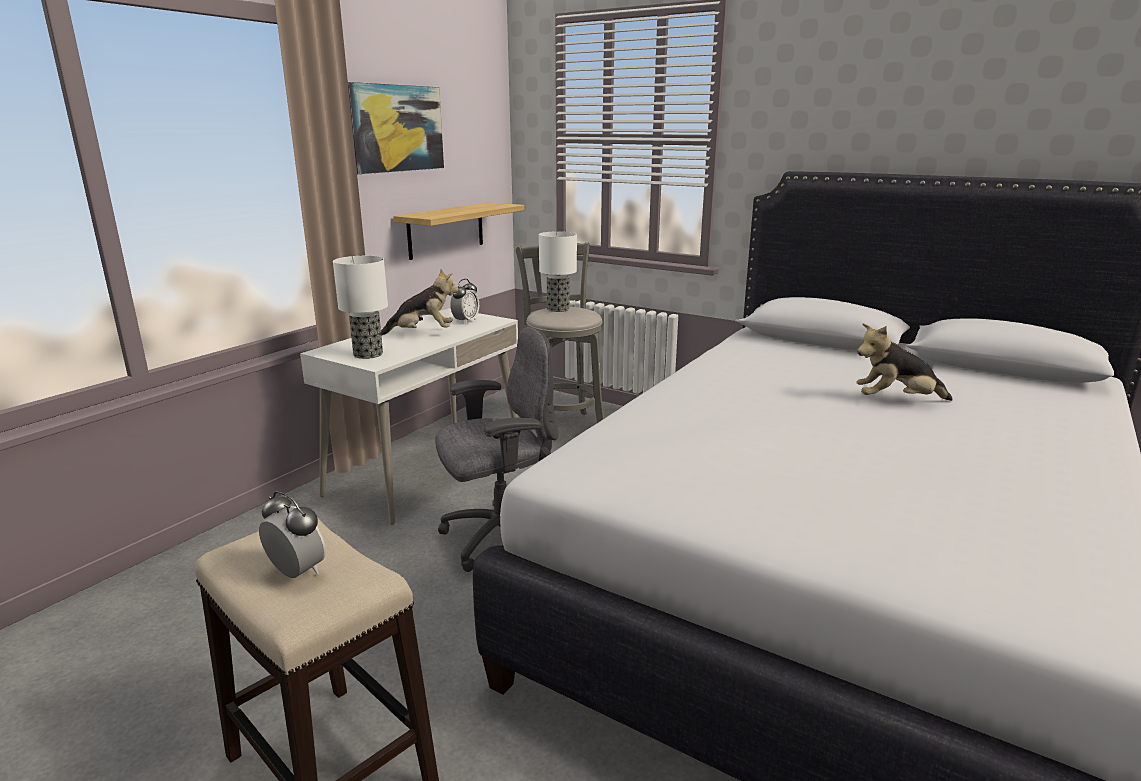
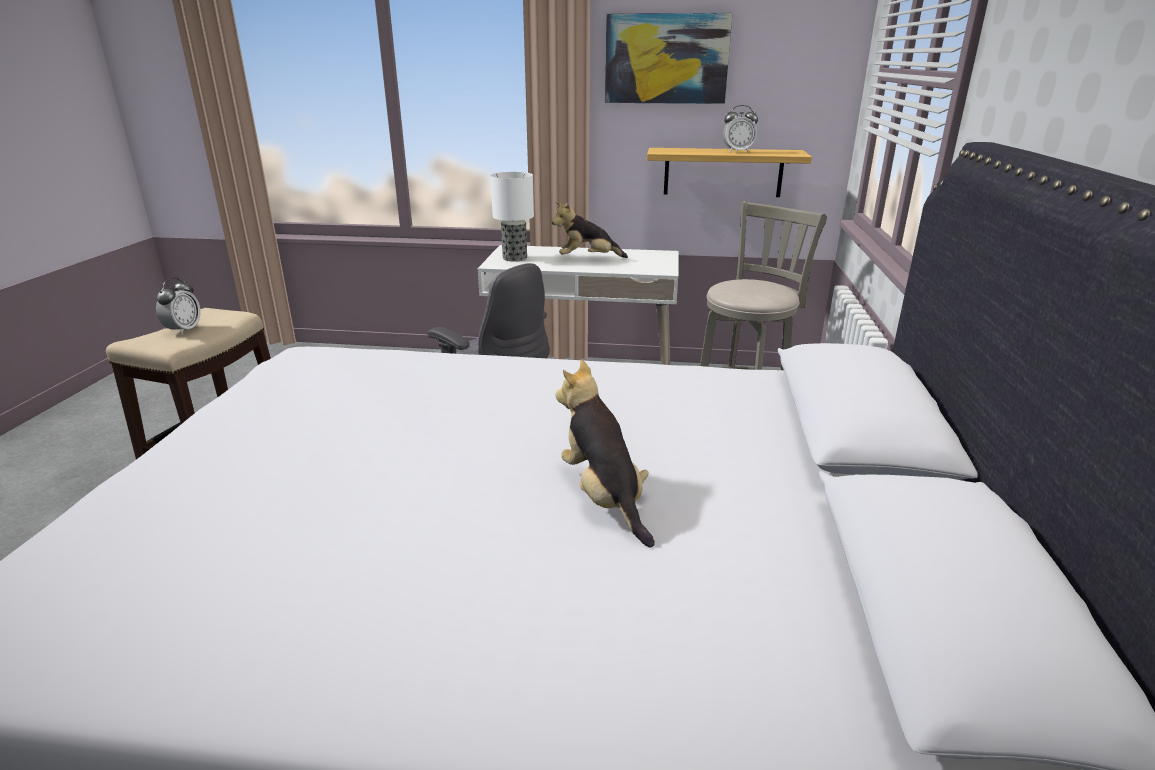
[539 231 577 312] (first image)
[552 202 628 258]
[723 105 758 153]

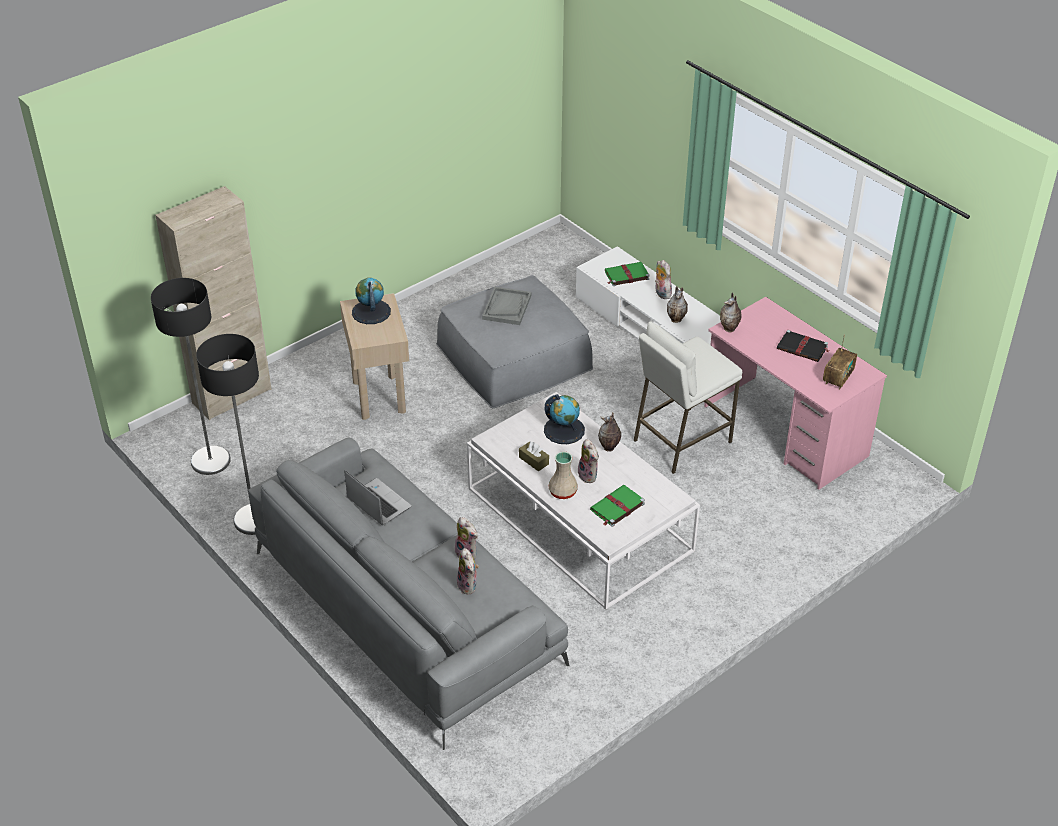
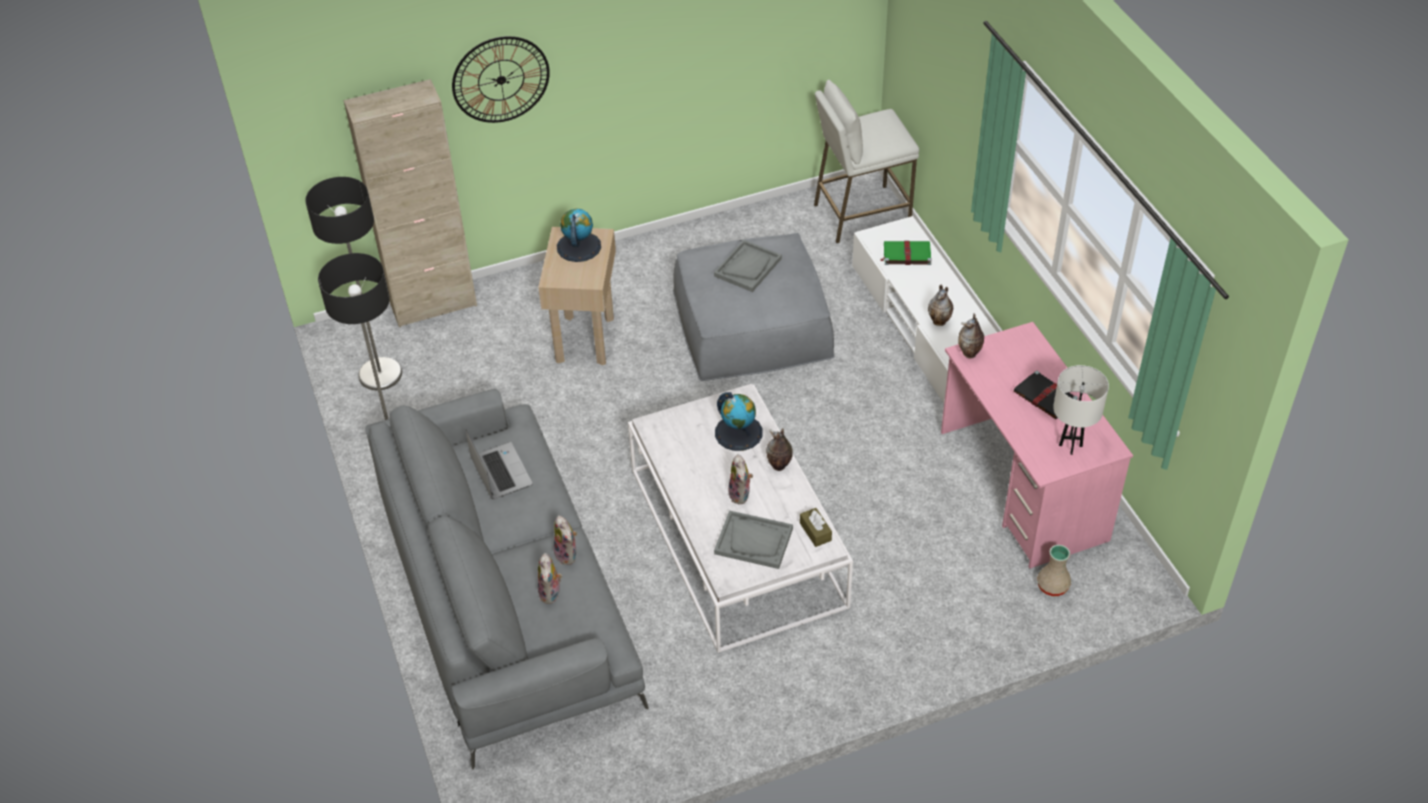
[655 260 672 299] (first image)
[814 80 919 243]
[1053 365 1109 455]
[800 508 832 547]
[1037 545 1071 596]
[714 510 793 569]
[452 36 550 123]

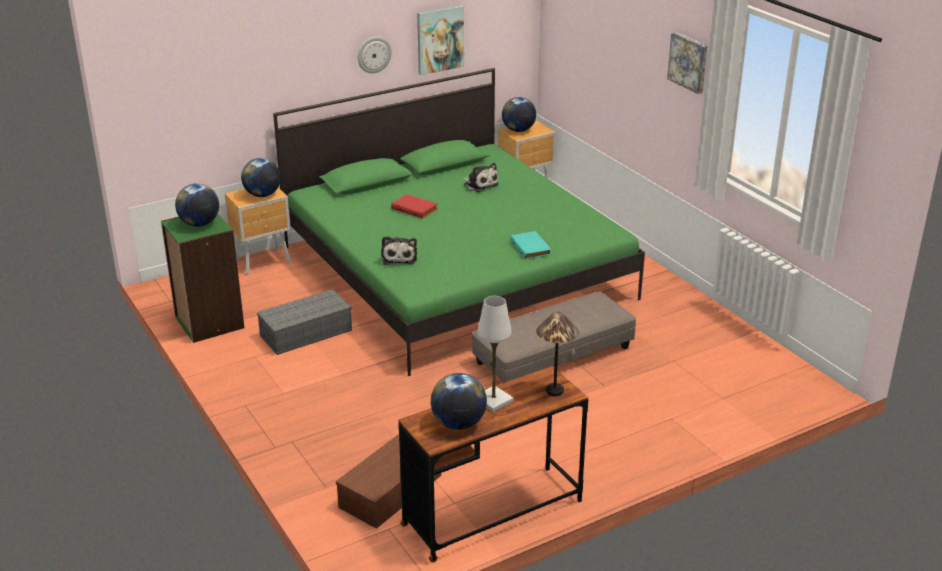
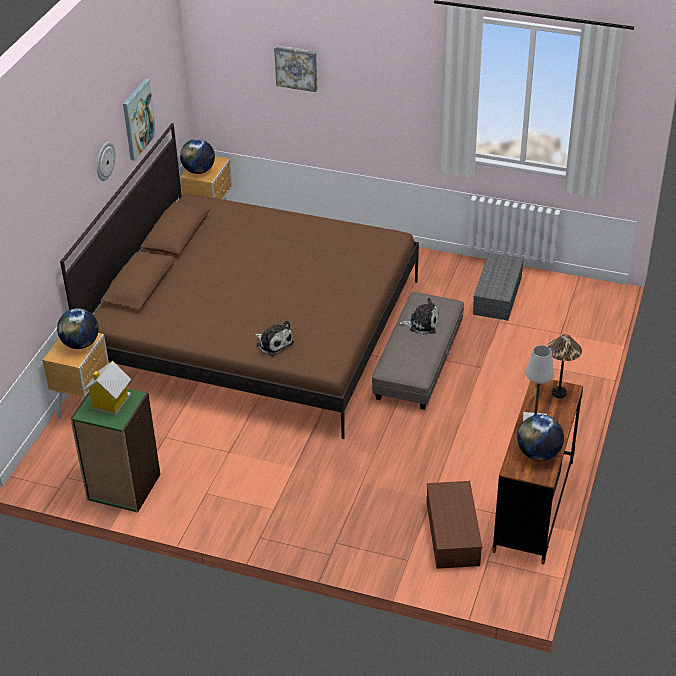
[274 46 317 92]
[60 123 419 439]
[398 298 439 334]
[83 361 131 415]
[391 194 438 219] (first image)
[510 231 551 259] (first image)
[473 253 524 321]

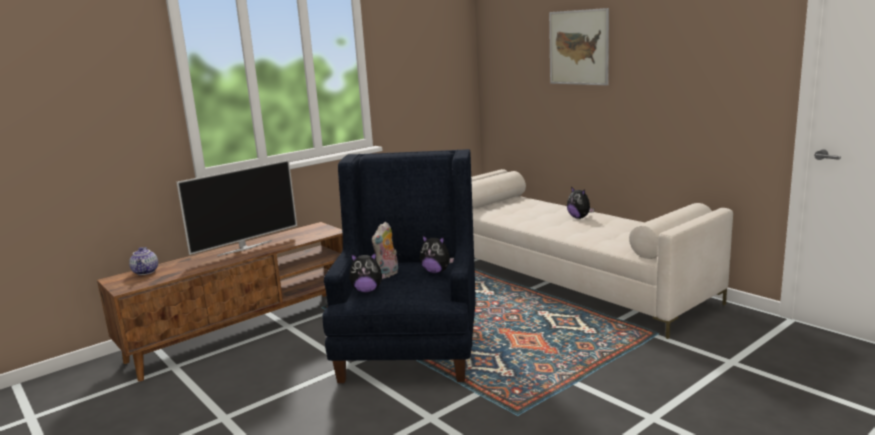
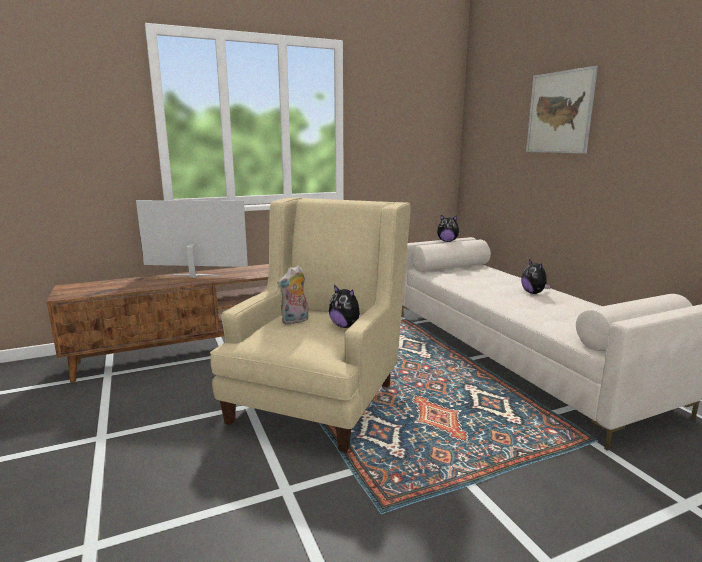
[210 197 411 452]
[136 200 248 278]
[129 247 158 275] (first image)
[437 215 461 242]

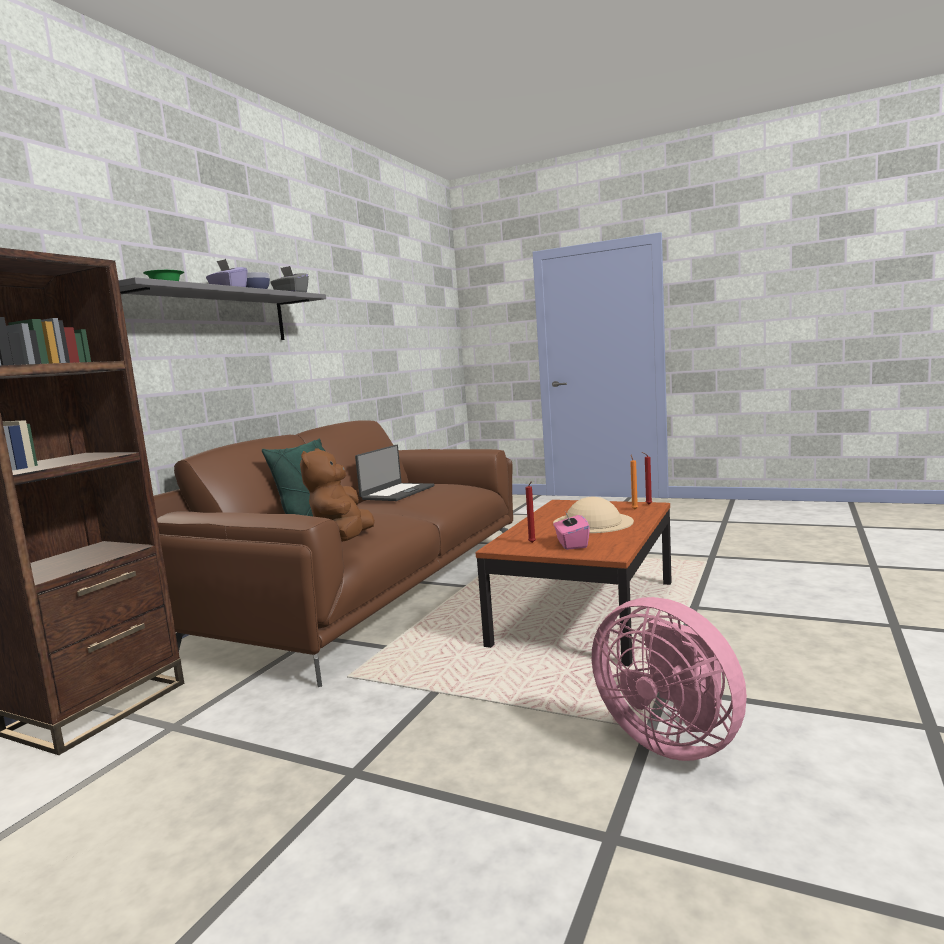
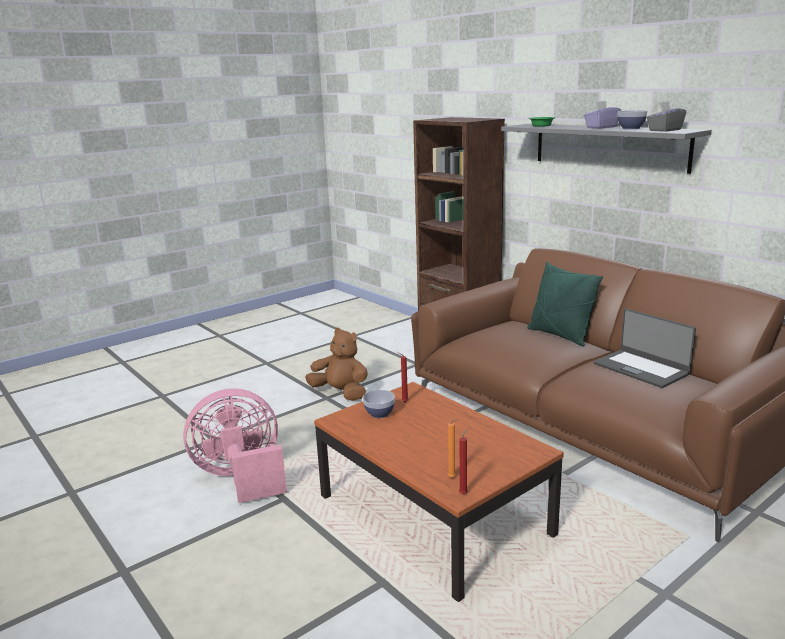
[305 328 368 401]
[553 497 634 533] (first image)
[363 390 395 418]

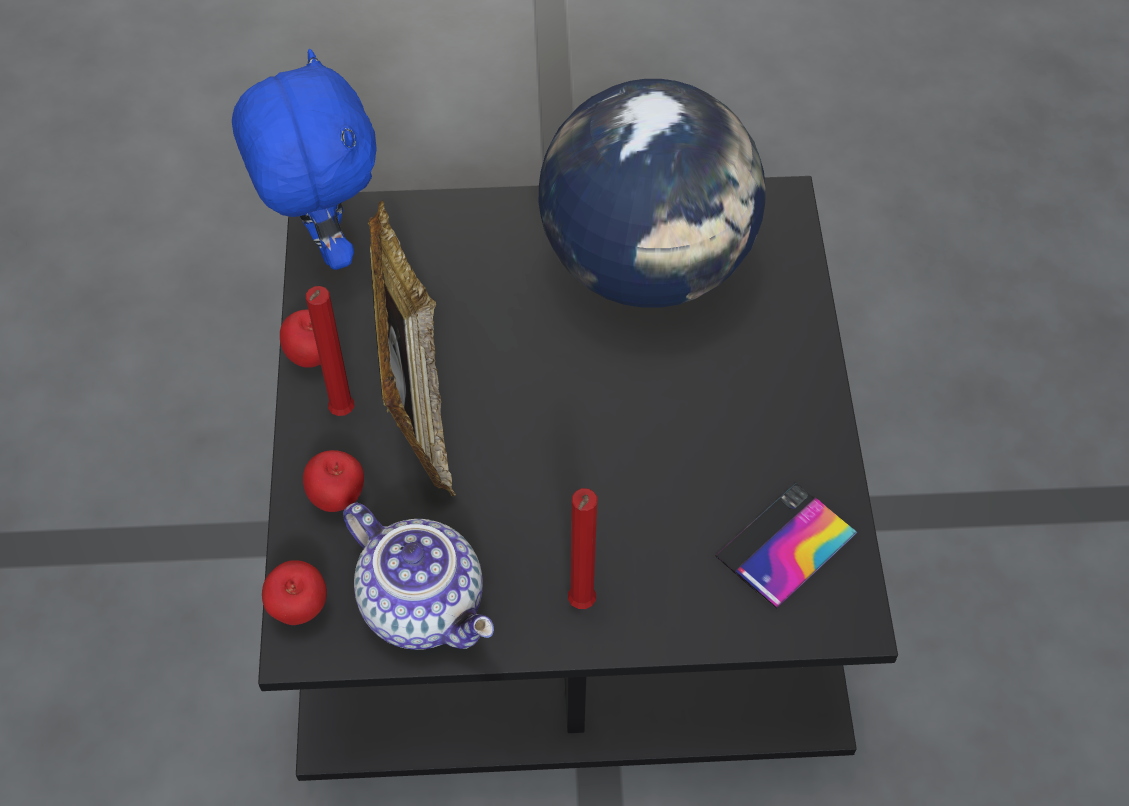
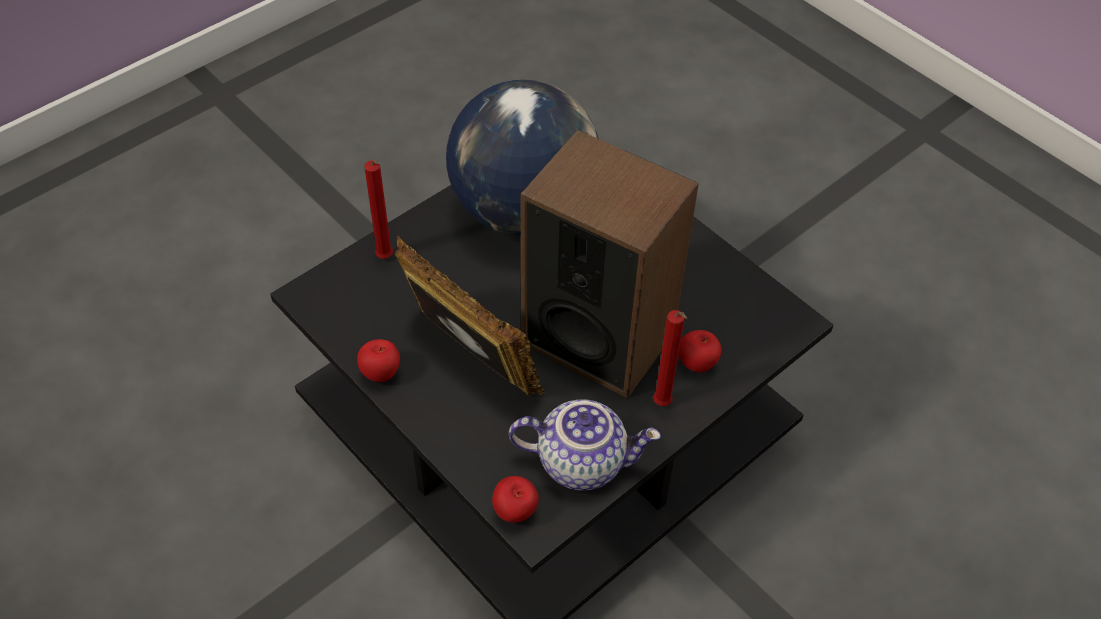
[232 49 377 270] (first image)
[364 160 393 259]
[679 330 721 372]
[715 483 857 609] (first image)
[521 130 699 398]

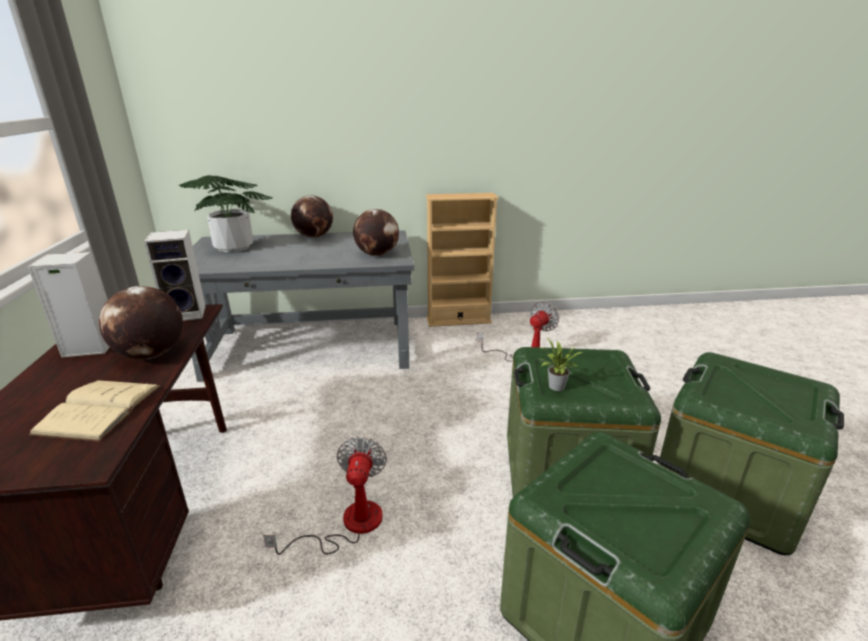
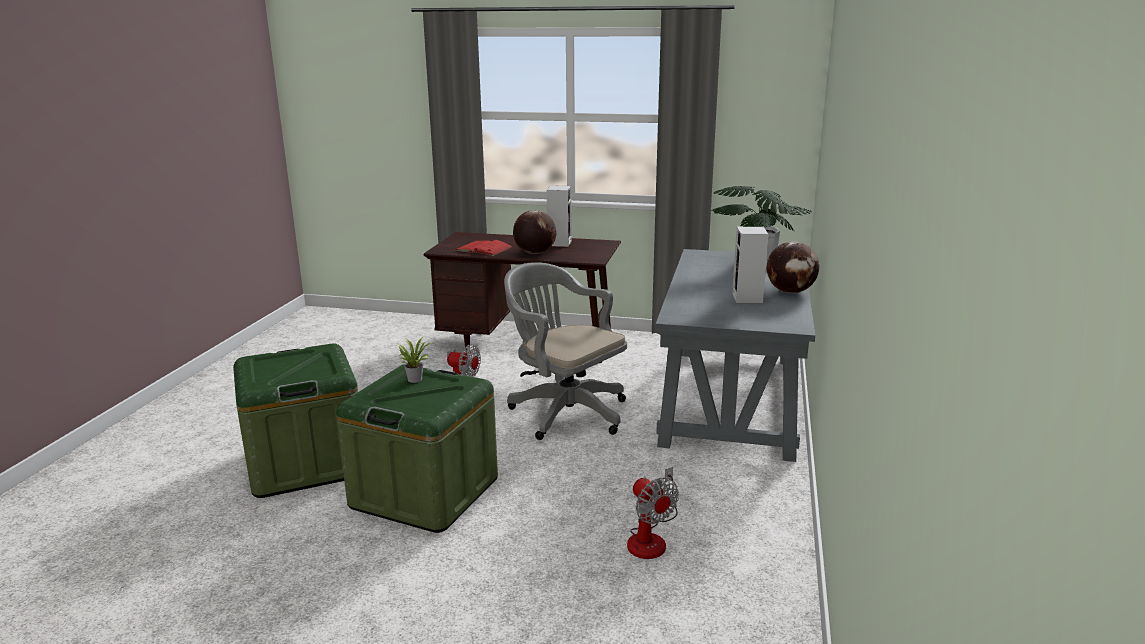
[426 193 499 327] (first image)
[353 209 399 256] (first image)
[732 227 769 303]
[658 352 844 555] (first image)
[455 240 512 256]
[504 262 627 440]

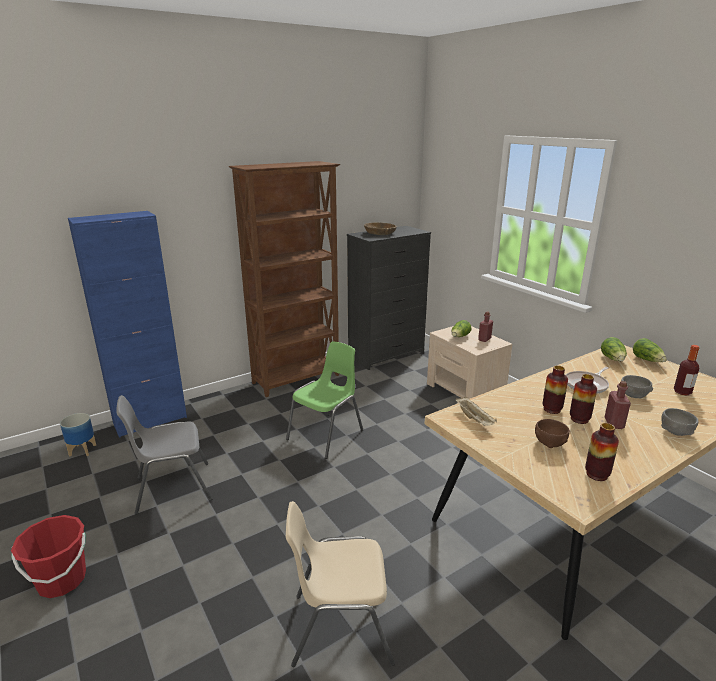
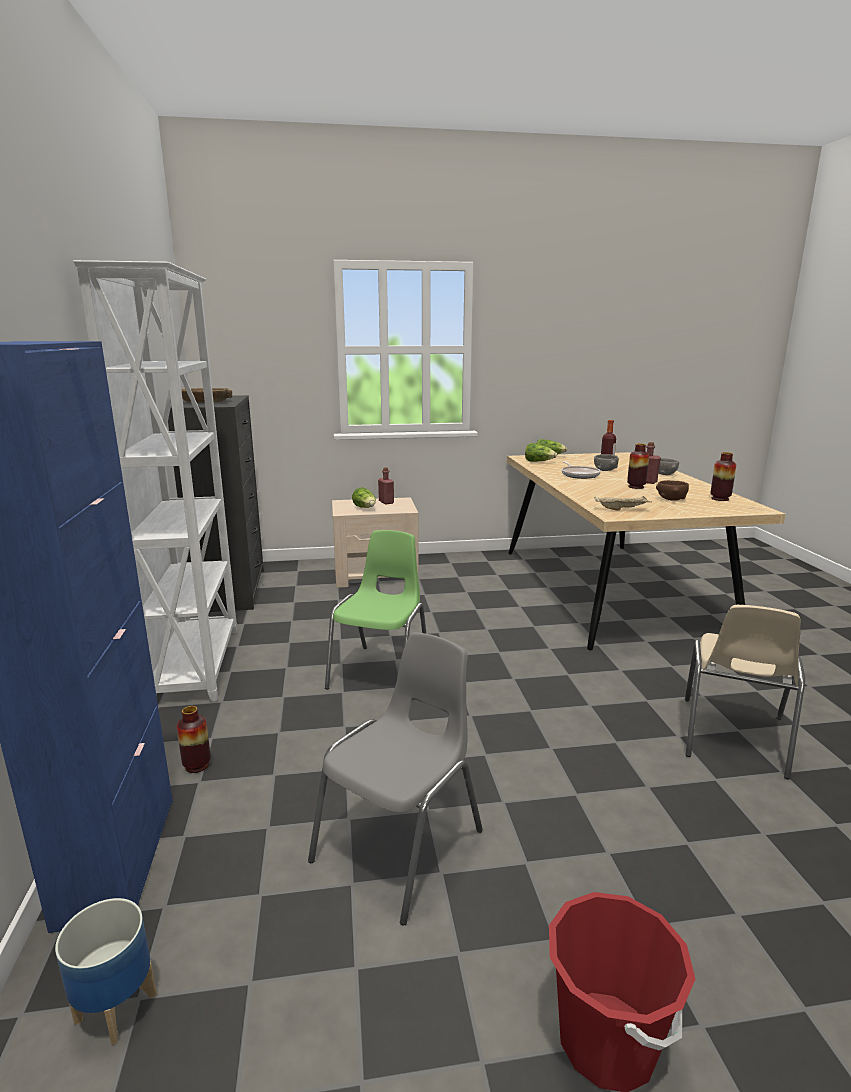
[73 260 237 701]
[325 530 427 689]
[177 706 211 773]
[308 632 483 926]

